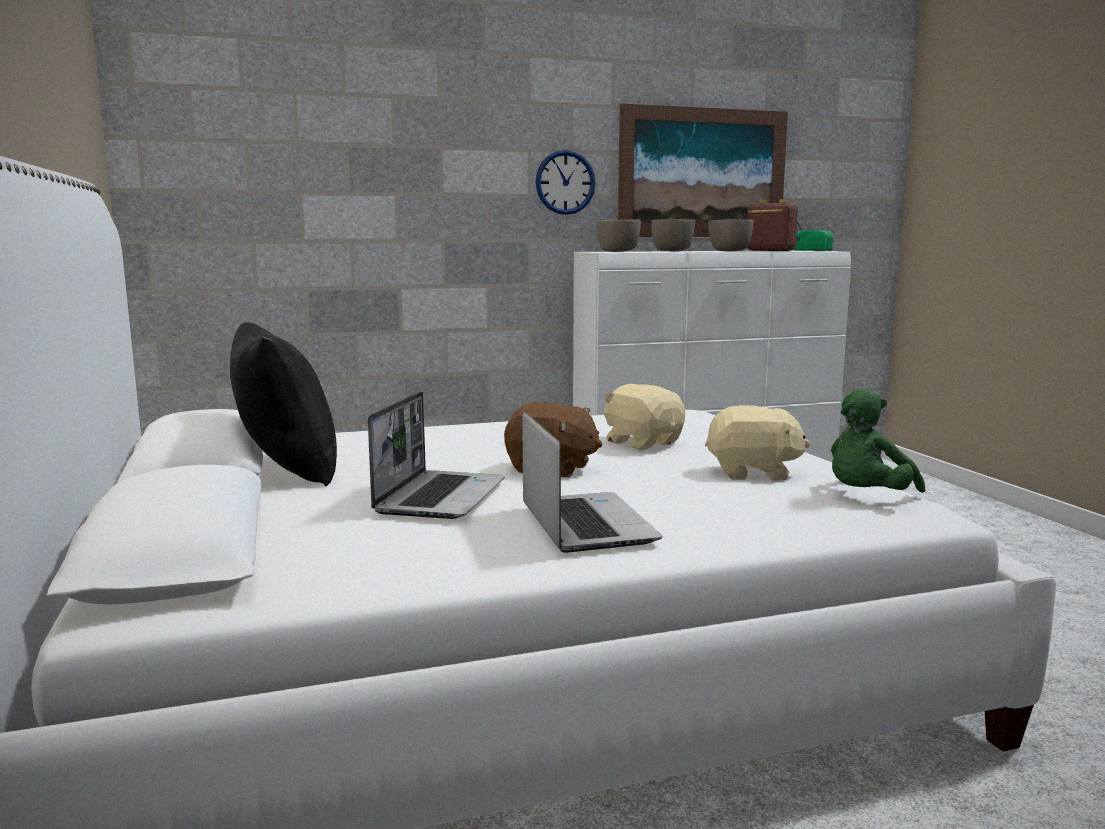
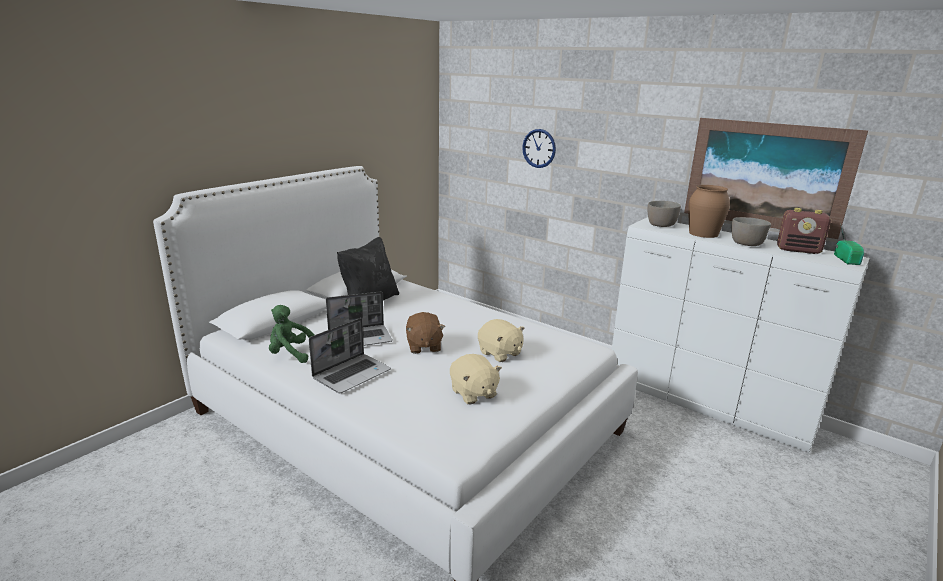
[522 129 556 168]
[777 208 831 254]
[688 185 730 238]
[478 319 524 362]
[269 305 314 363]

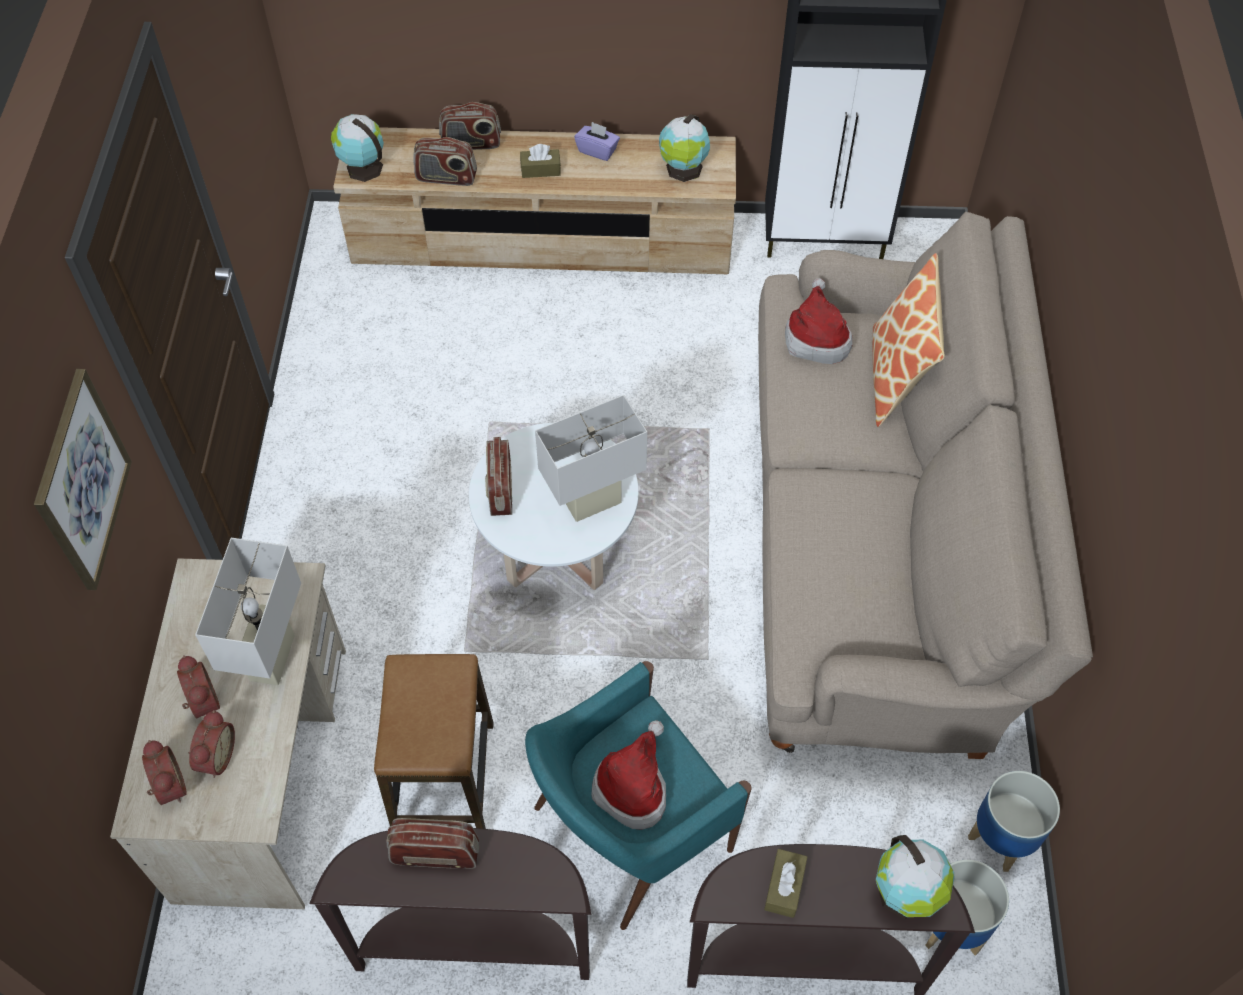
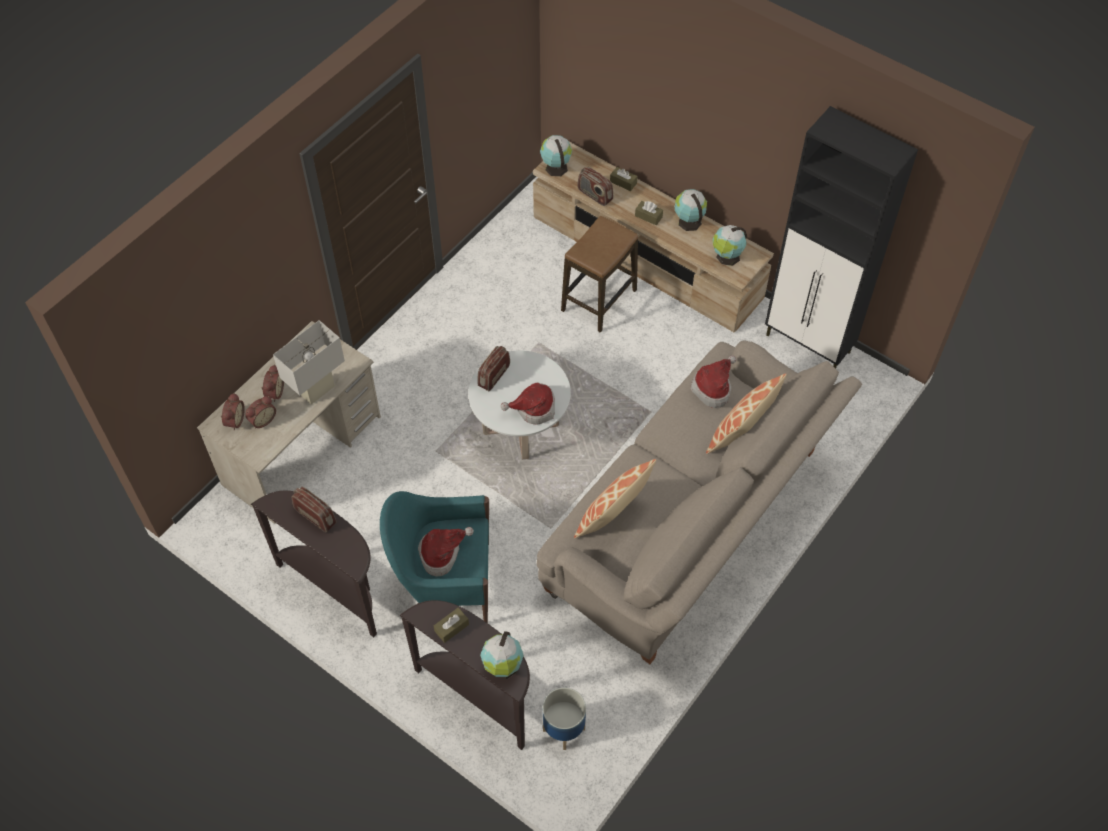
[610 167 638 191]
[674 189 707 231]
[34 369 132 590] (first image)
[500 382 555 424]
[561 216 638 333]
[968 771 1060 872] (first image)
[574 459 656 538]

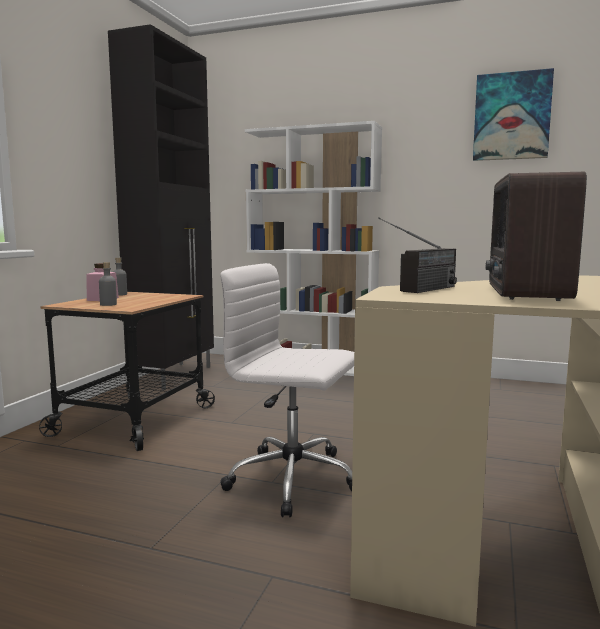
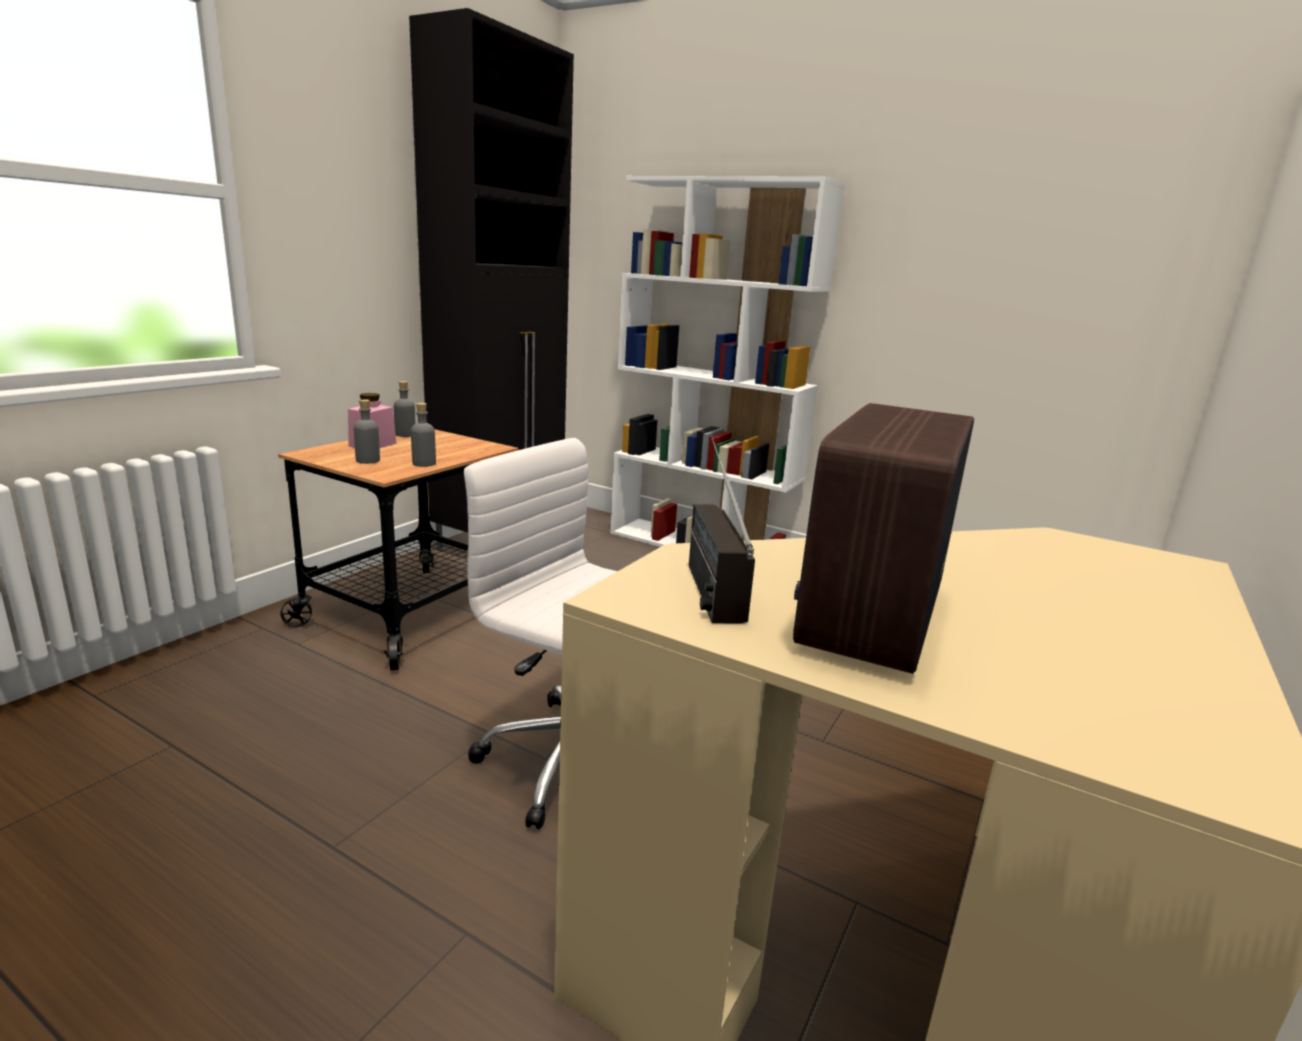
[473 68 554 161] (first image)
[689 438 755 623]
[411 403 436 467]

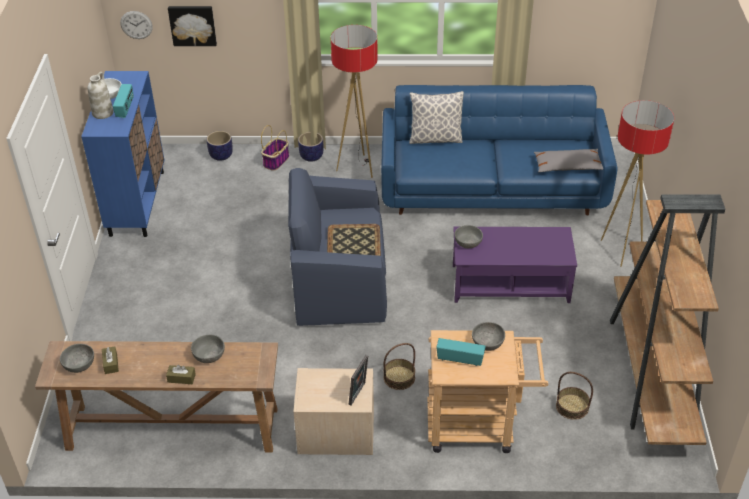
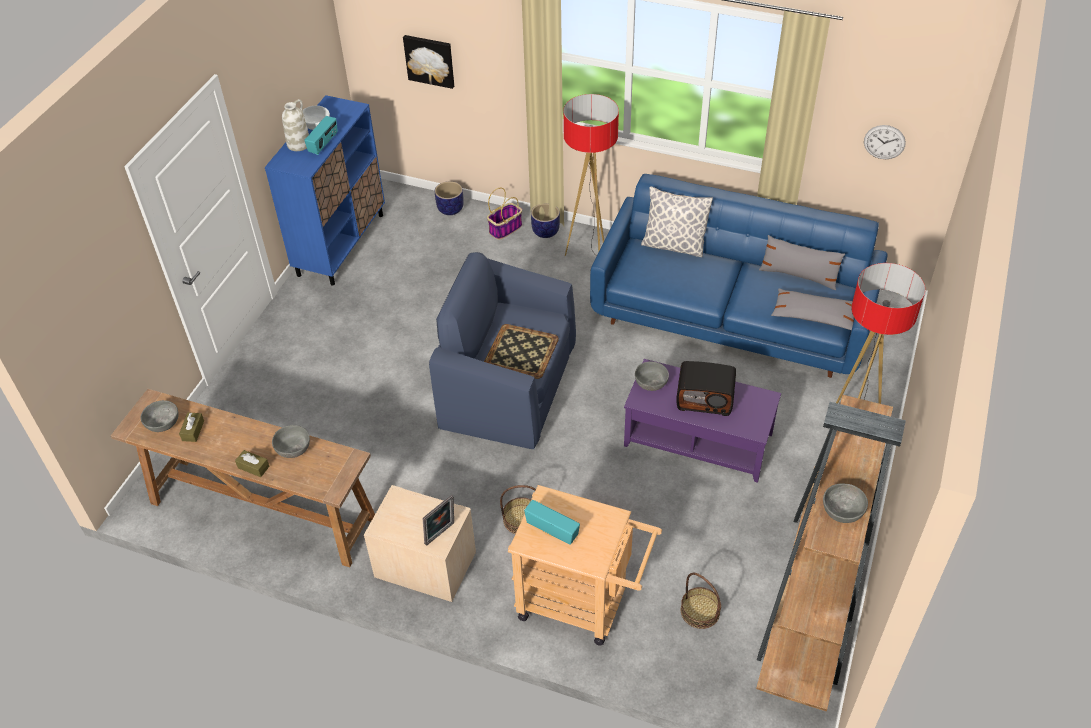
[864 125 906 159]
[823 483 868 523]
[759 235 845 290]
[676 361 736 416]

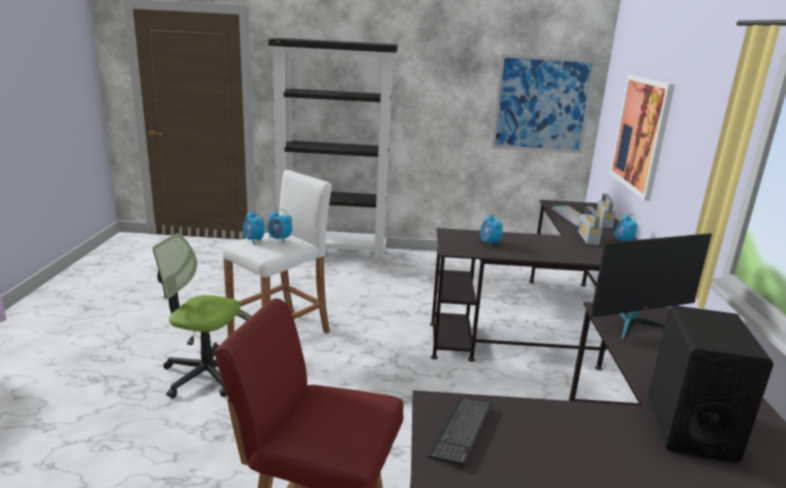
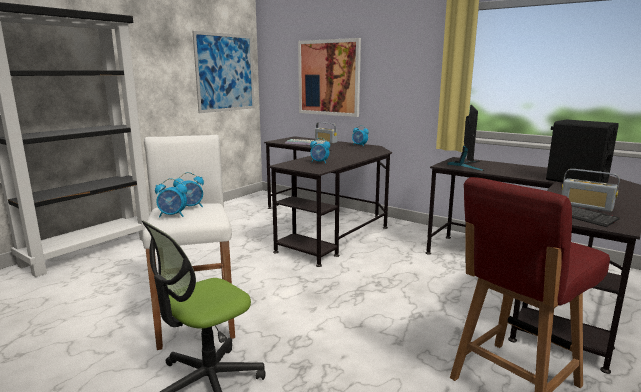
[562 169 619 212]

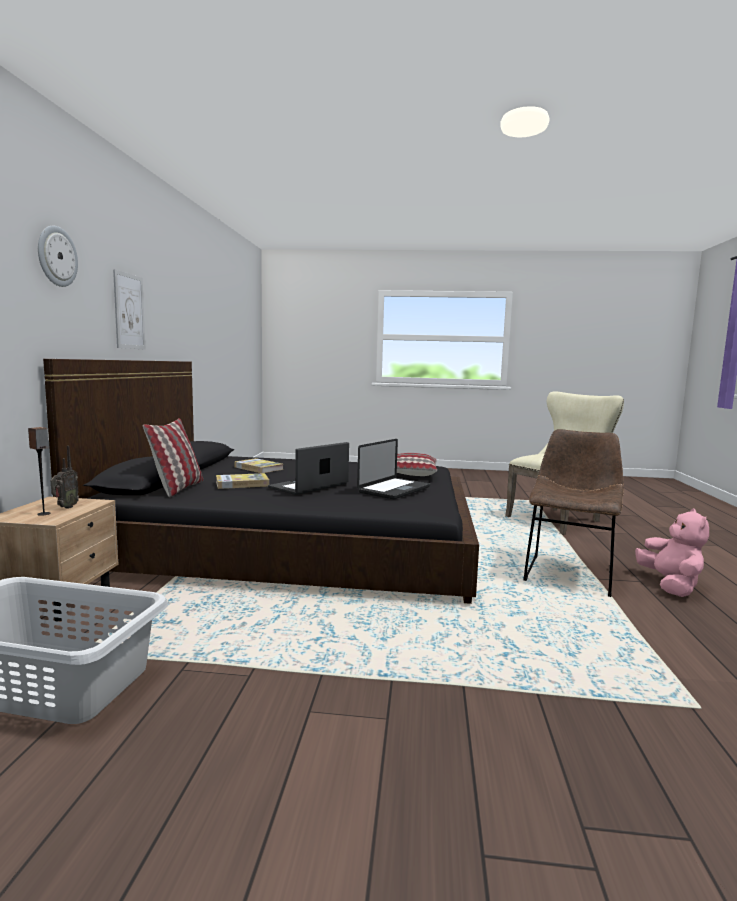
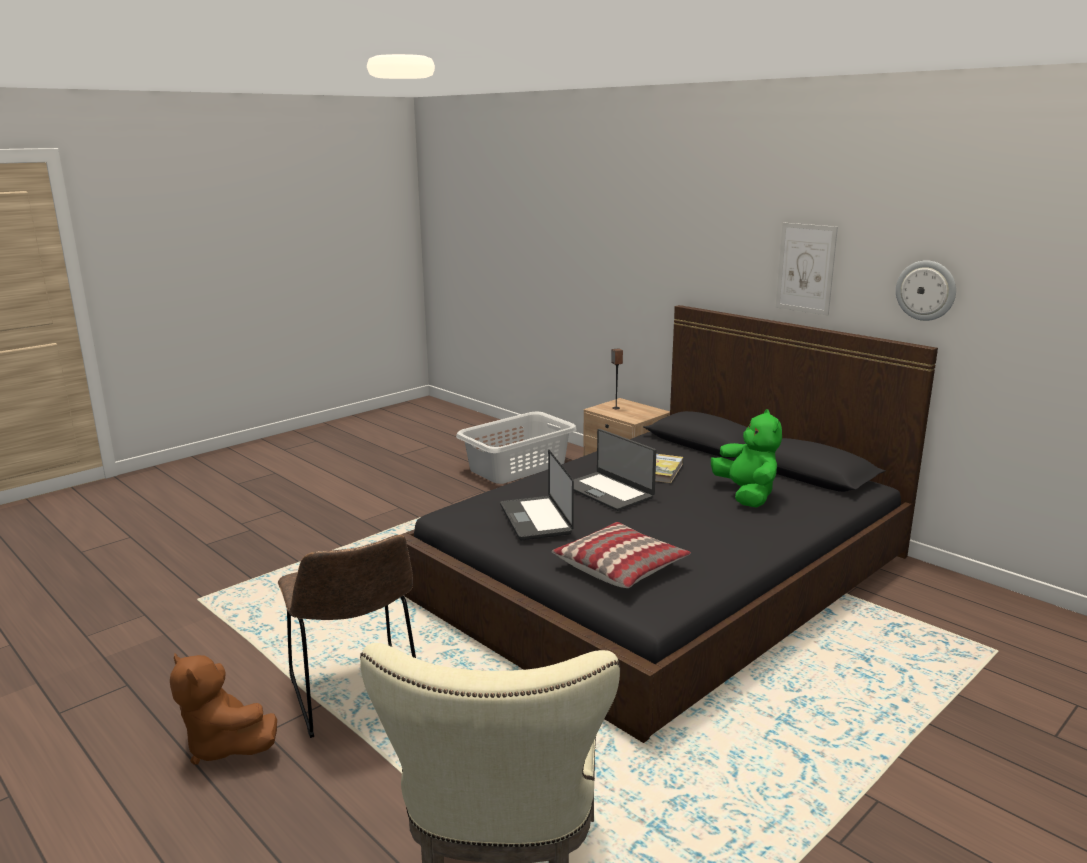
[896 260 956 321]
[143 418 203 497] (first image)
[574 429 656 511]
[51 446 79 509] (first image)
[711 409 782 508]
[170 653 277 765]

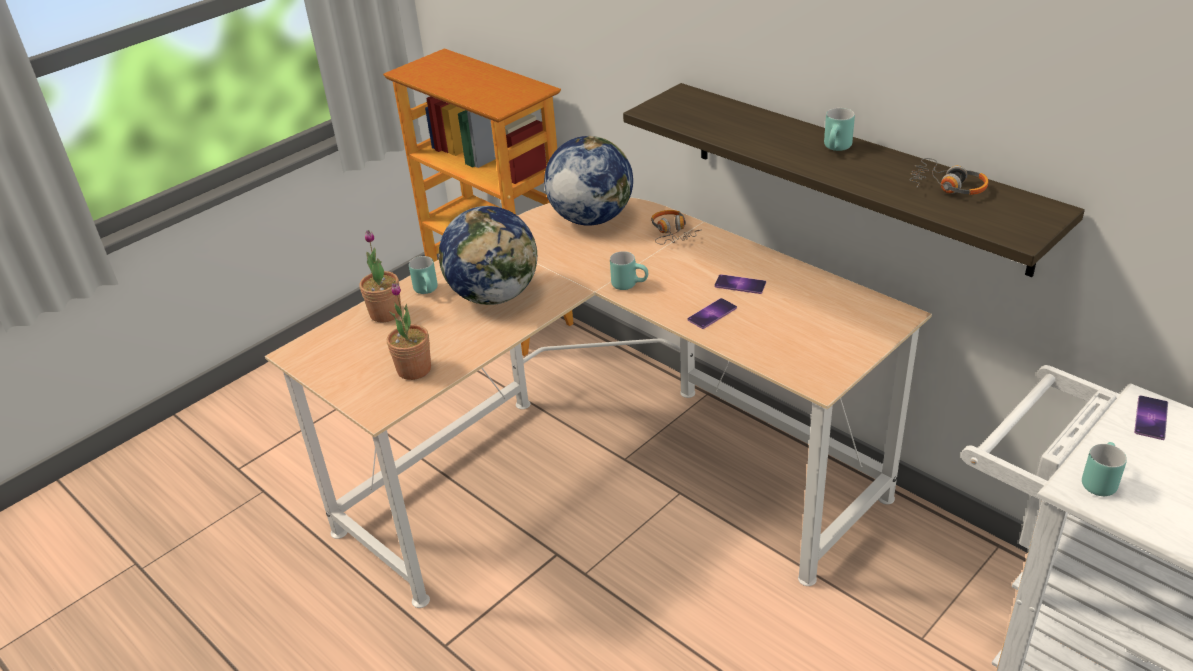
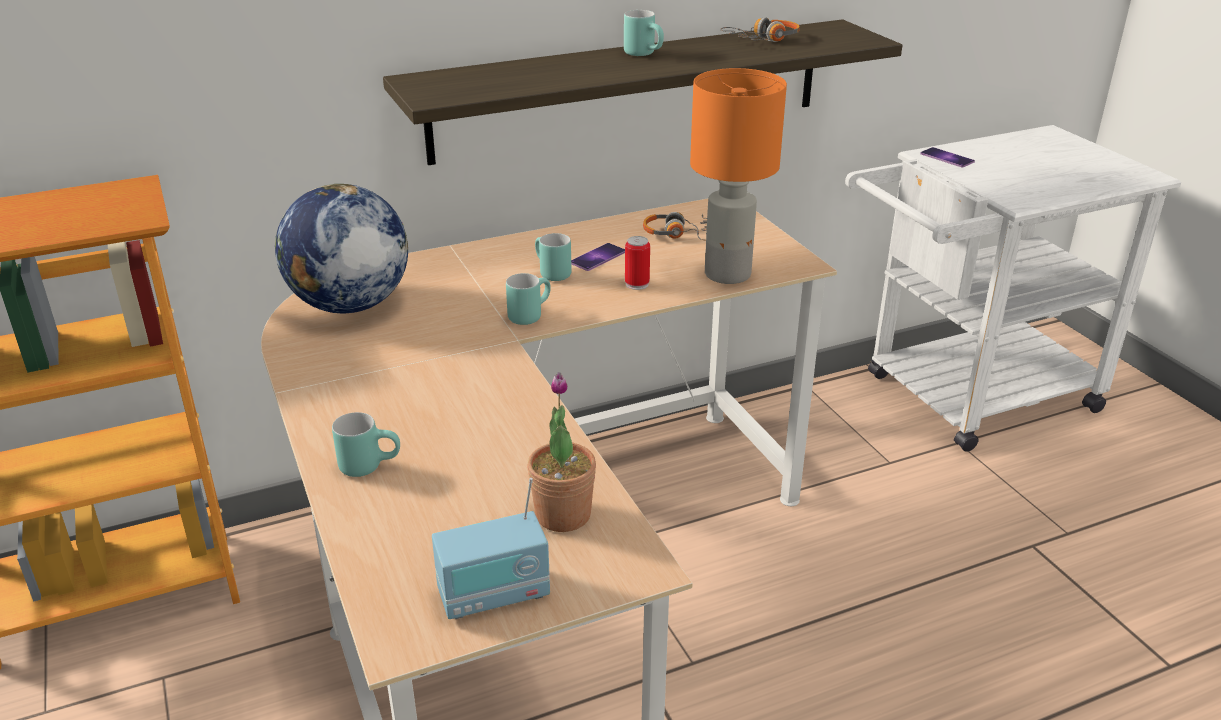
[439 206 537 305] (first image)
[643 212 707 241]
[360 230 401 323] (first image)
[625 236 650 290]
[535 233 572 281]
[690 68 787 284]
[432 478 550 619]

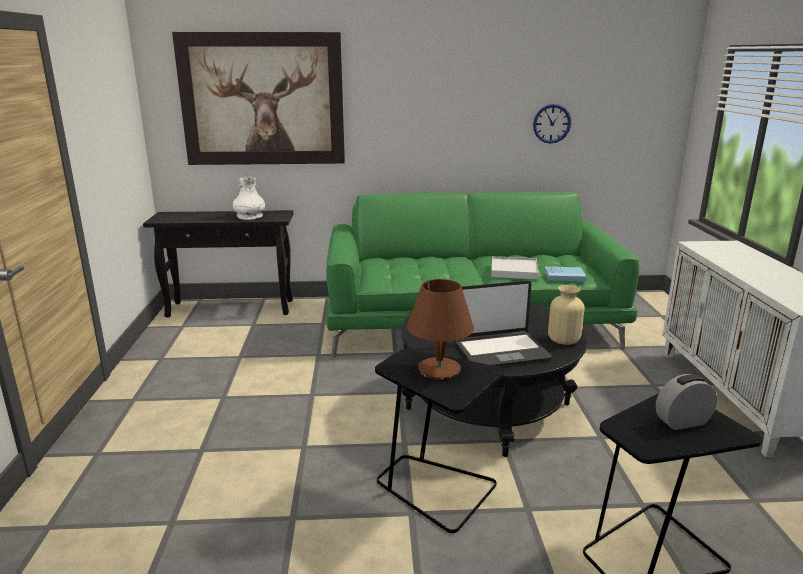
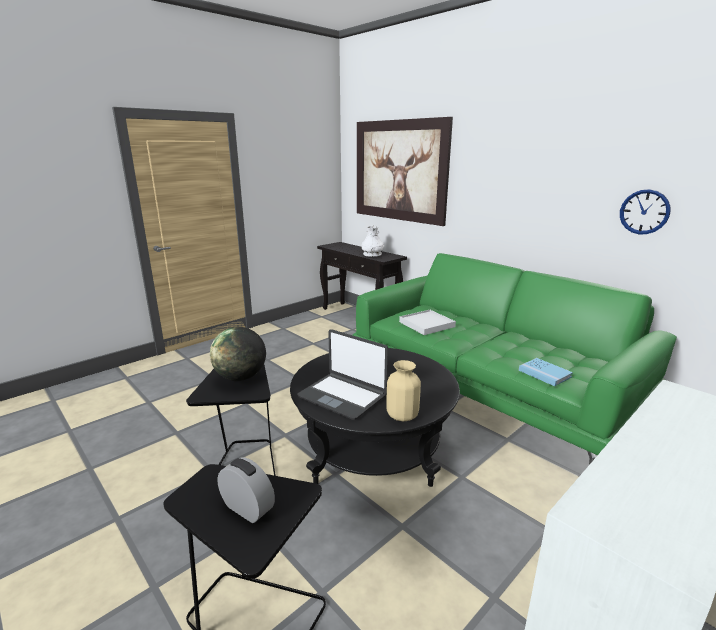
[399 310 456 335]
[210 327 266 381]

